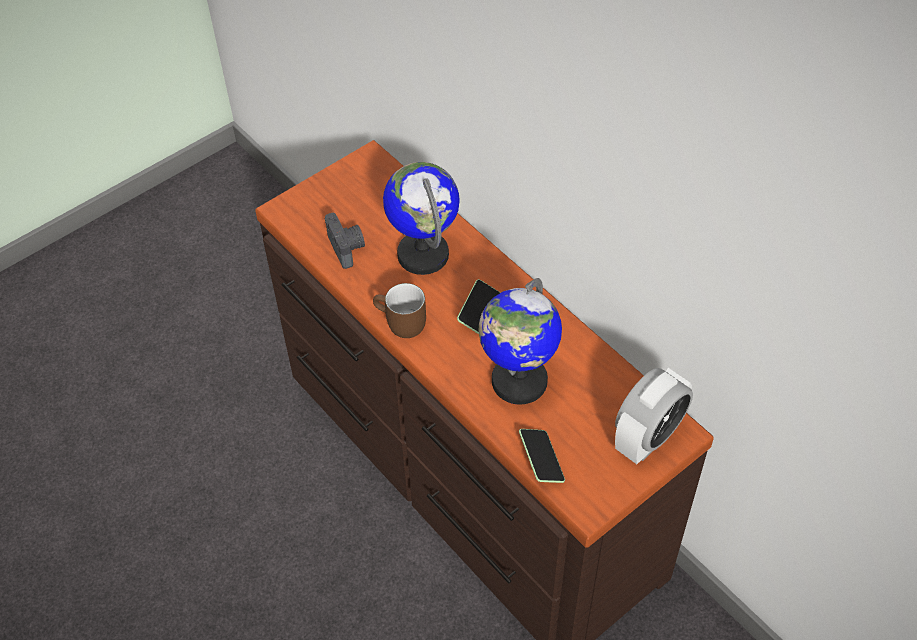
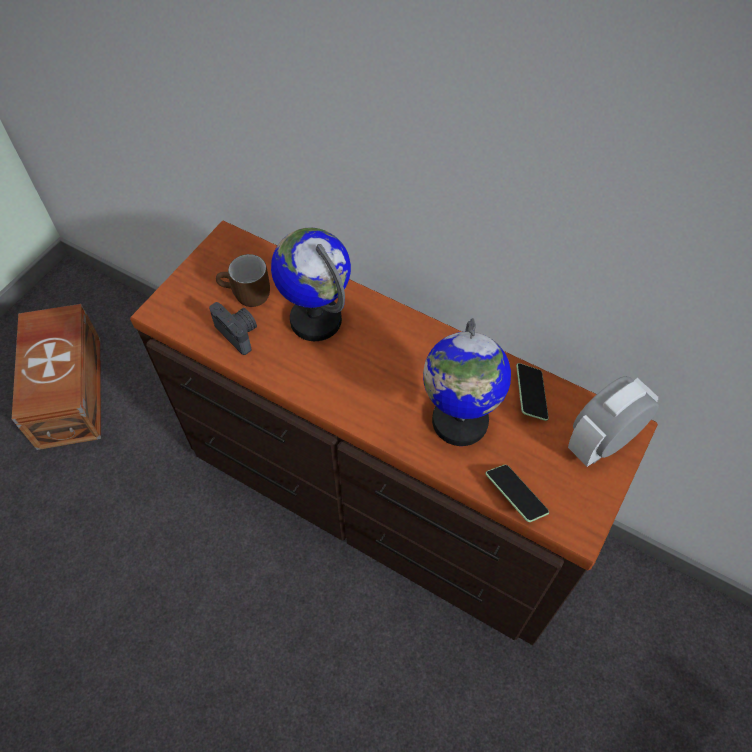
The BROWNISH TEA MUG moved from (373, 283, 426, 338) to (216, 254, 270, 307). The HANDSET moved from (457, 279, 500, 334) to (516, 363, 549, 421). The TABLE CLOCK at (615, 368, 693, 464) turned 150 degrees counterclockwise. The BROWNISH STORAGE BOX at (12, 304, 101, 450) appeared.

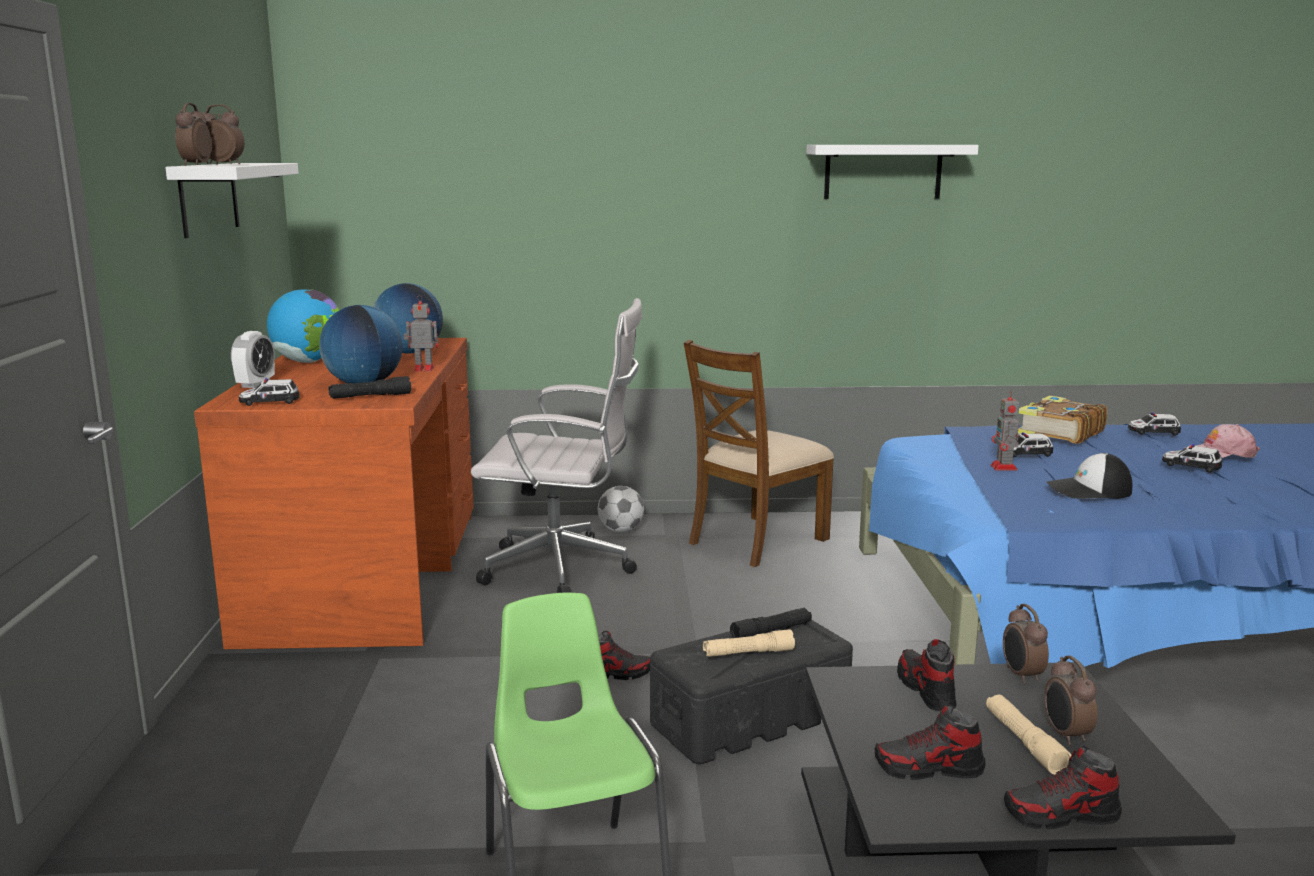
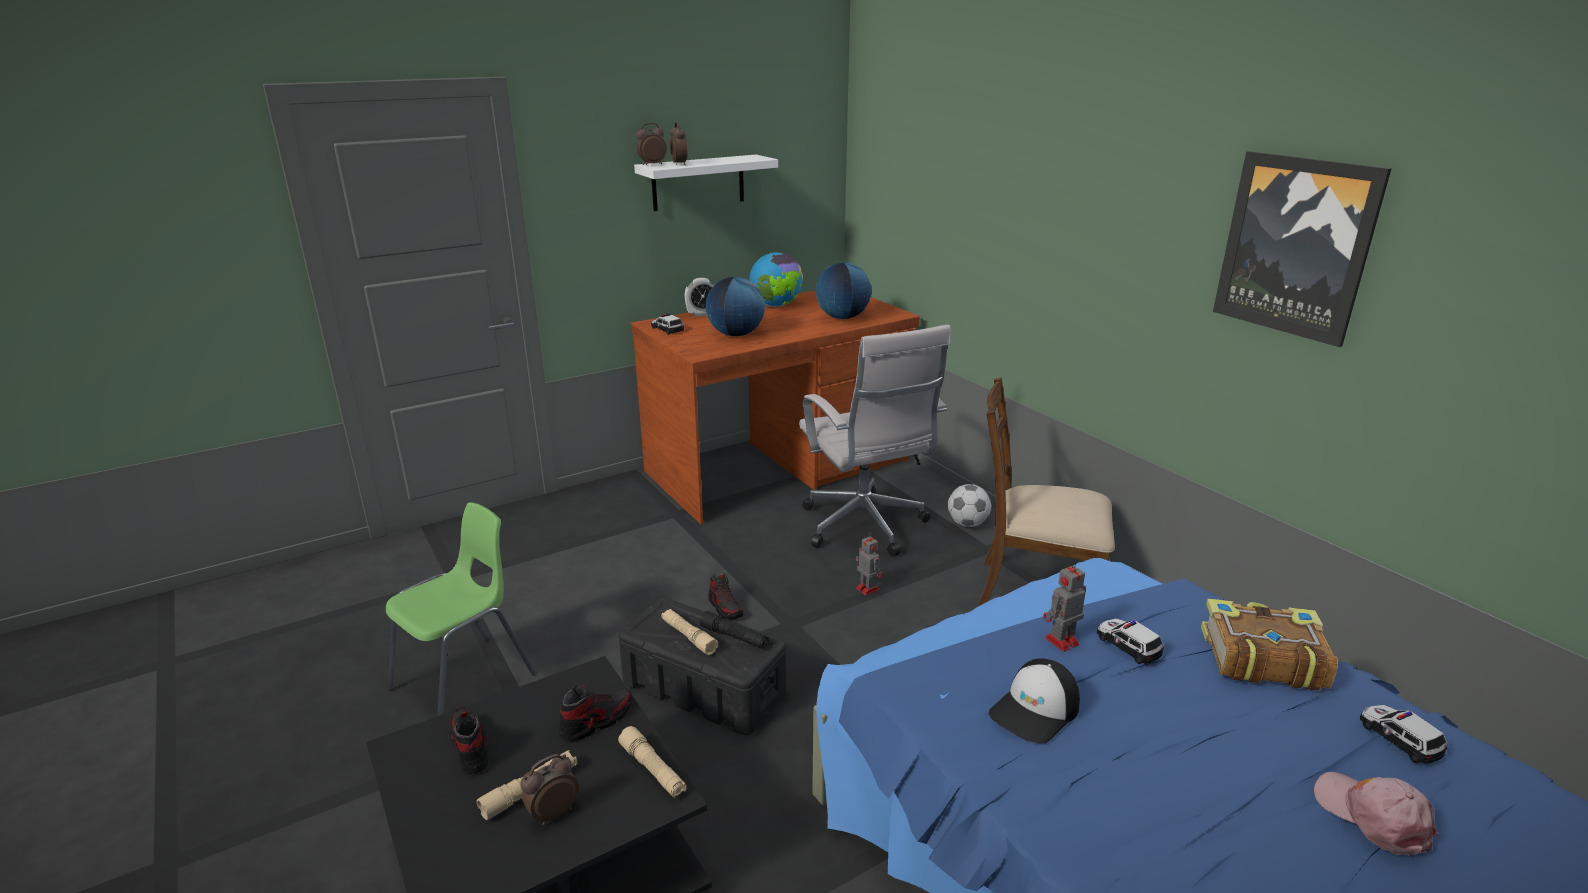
The BLACK-COLOURED TORCH at (328, 376, 411, 399) disappeared. The ROBOT FIGURE moved from (403, 295, 439, 372) to (856, 533, 883, 595). The WHITE BRACKET SHELF at (806, 145, 979, 199) was replaced by the WALL PICTURE at (1213, 151, 1392, 347). The TABLE CLOCK at (1003, 604, 1049, 684) was replaced by the BEIGE TORCH at (618, 726, 687, 798). The SHOE at (1004, 746, 1122, 830) disappeared. The BASEBALL CAP at (1047, 453, 1132, 499) turned 105 degrees counterclockwise. The MODEL CAR at (1162, 444, 1222, 473) disappeared.

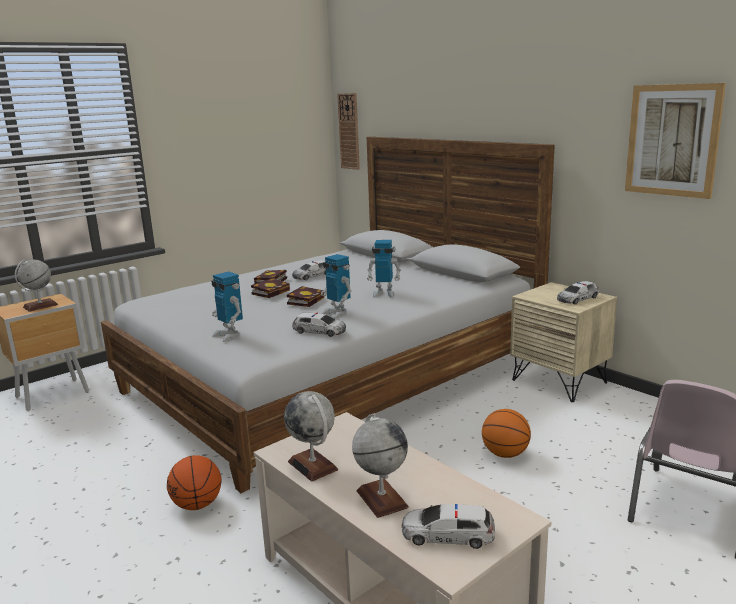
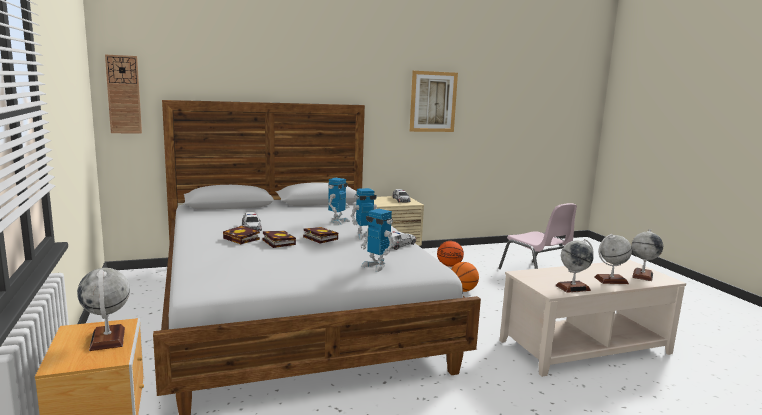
The BASKETBALL BALL moved from (167, 455, 222, 510) to (437, 241, 464, 267). The ROBOT FIGURE at (211, 271, 243, 342) turned 60 degrees clockwise. The MODEL CAR at (402, 504, 495, 549) was replaced by the WORLD GLOBE at (632, 229, 663, 281).

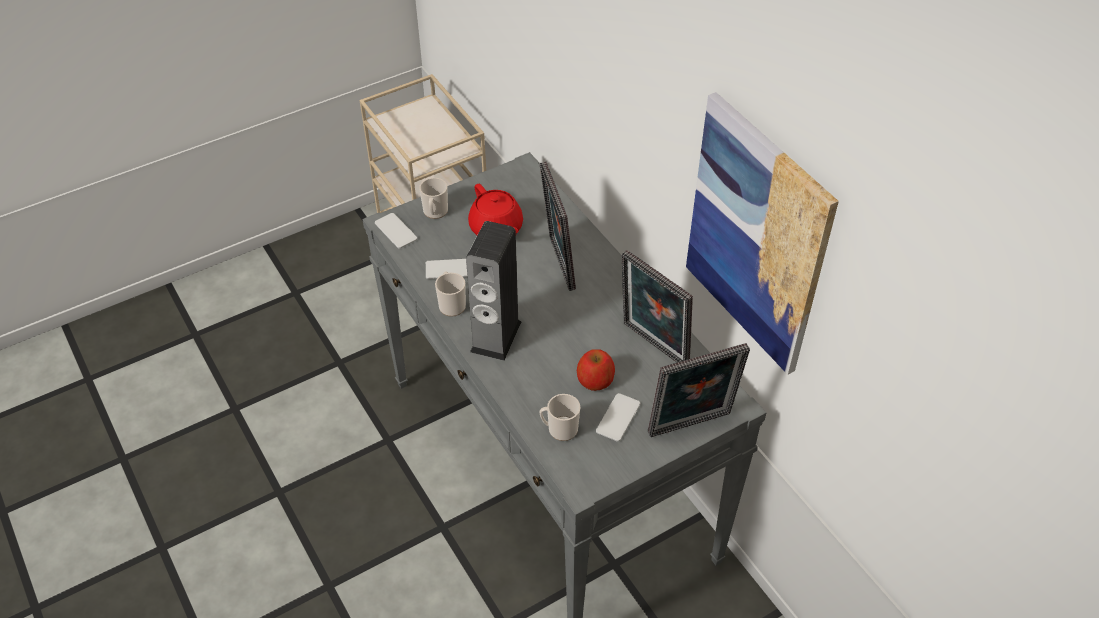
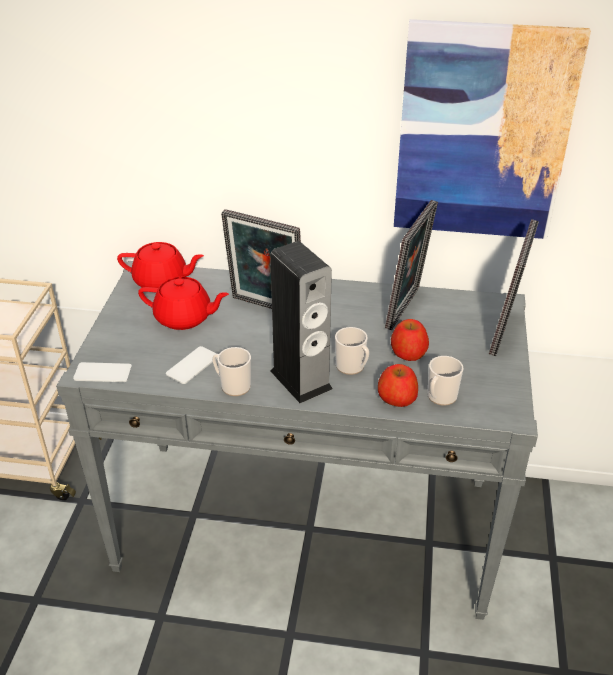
The TEA MUG moved from (419, 178, 448, 219) to (335, 327, 369, 375). The HANDSET at (596, 393, 640, 442) disappeared. The PHOTO FRAME at (622, 250, 693, 363) turned 60 degrees counterclockwise. The REDDISH TEAPOT at (117, 242, 204, 288) appeared. The WHOLE APPLE at (378, 364, 418, 407) appeared.

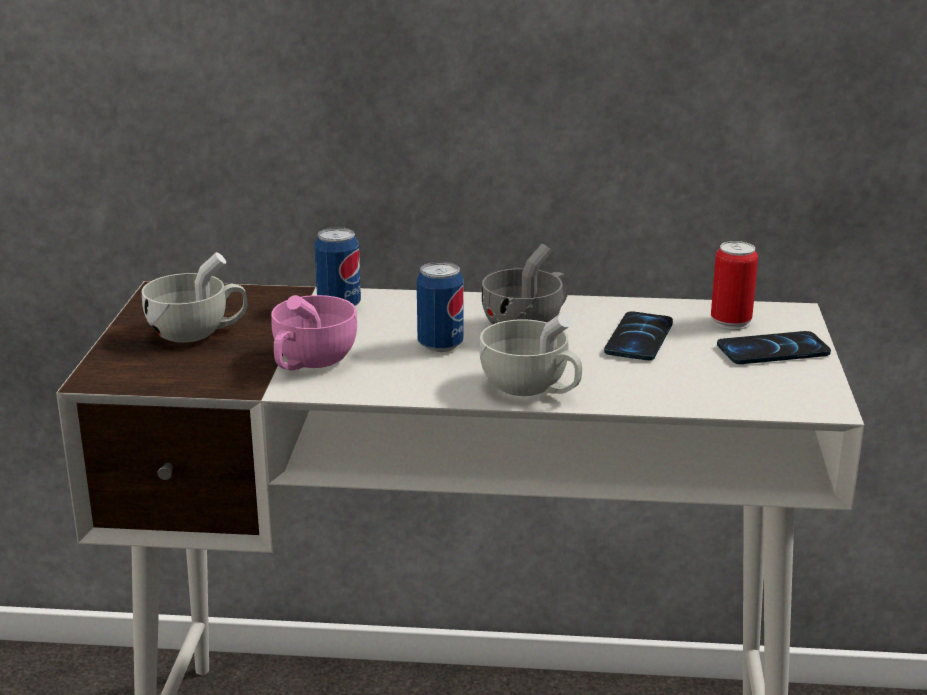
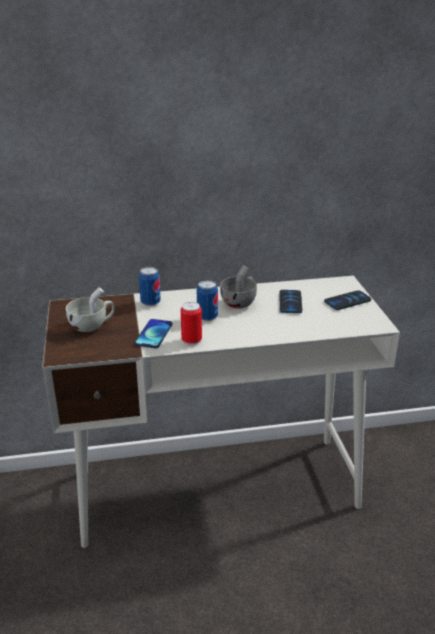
The PINKISH CUP at (271, 295, 357, 371) was replaced by the HANDSET at (135, 319, 172, 348). The WHITE CUP at (479, 312, 582, 396) disappeared. The CAN moved from (711, 241, 758, 330) to (181, 302, 202, 346).

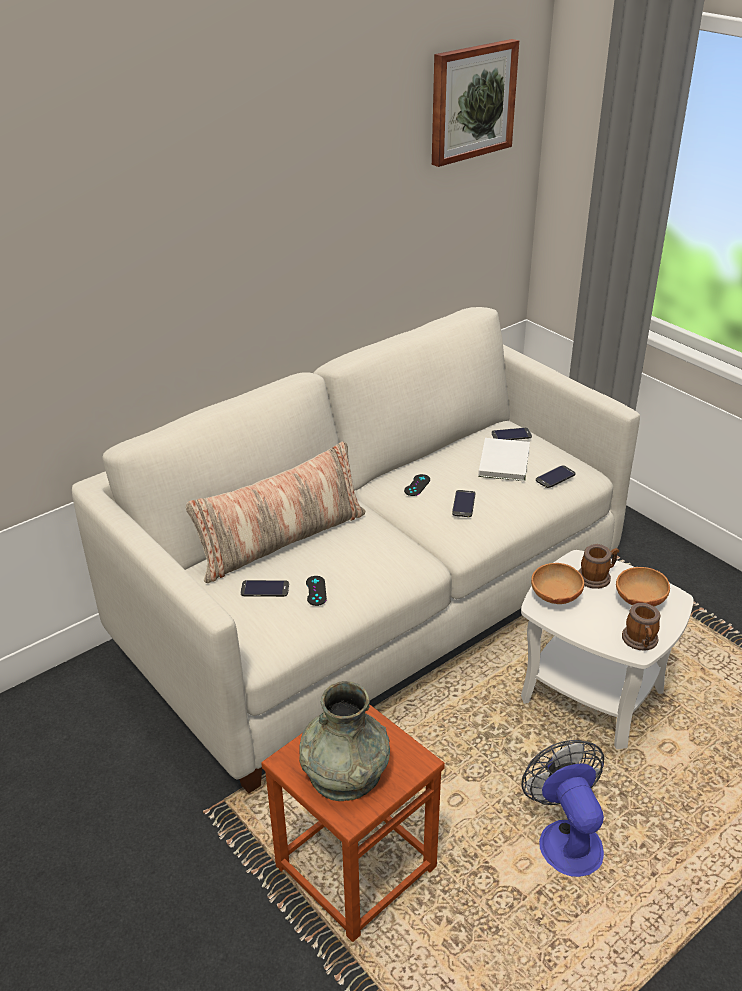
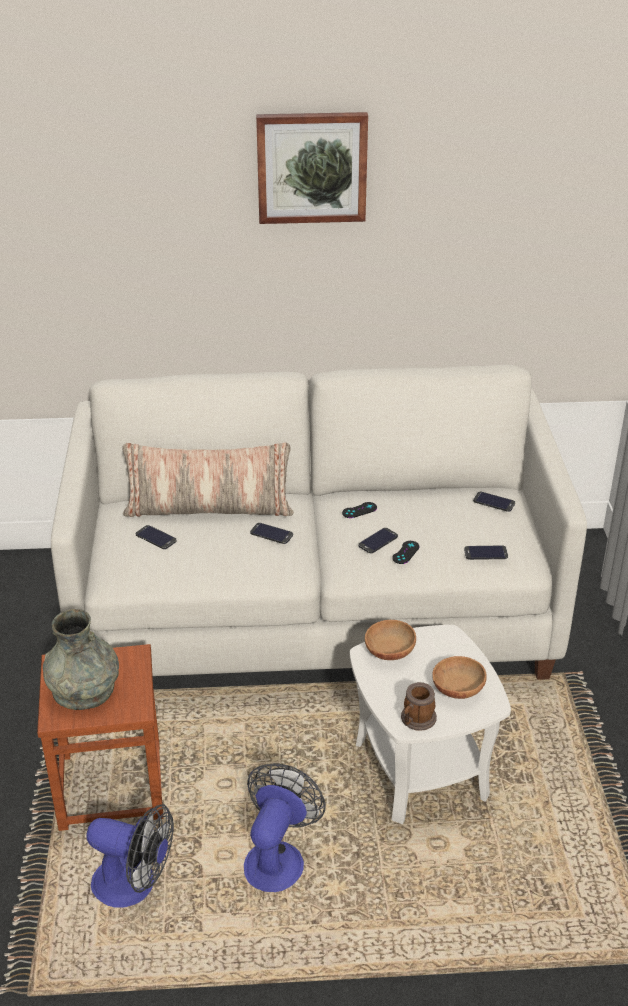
The BLACK-COLOURED GAME CONTROLLER moved from (306, 576, 327, 606) to (392, 541, 419, 564). The WALL PICTURE moved from (432, 39, 519, 167) to (256, 112, 368, 224). The WHITE BOUND BOOK at (478, 438, 530, 482) disappeared. The TEA MUG at (579, 544, 619, 589) disappeared. The COOLING FAN at (86, 804, 174, 908) appeared. The HANDSET at (250, 523, 293, 544) appeared.

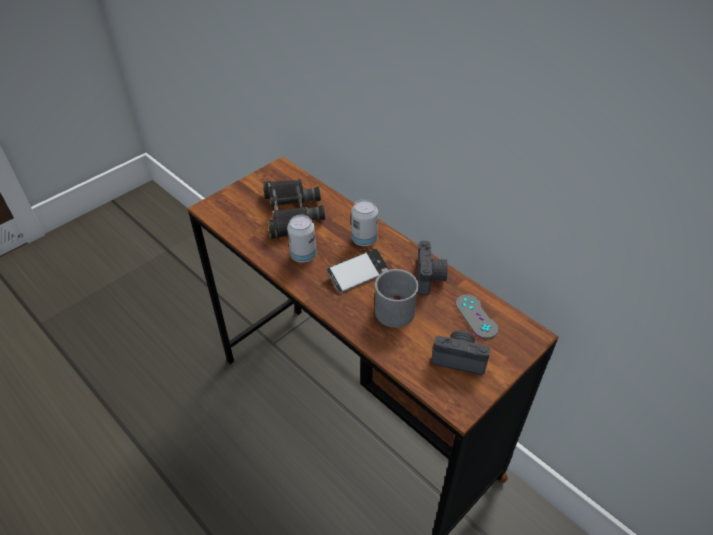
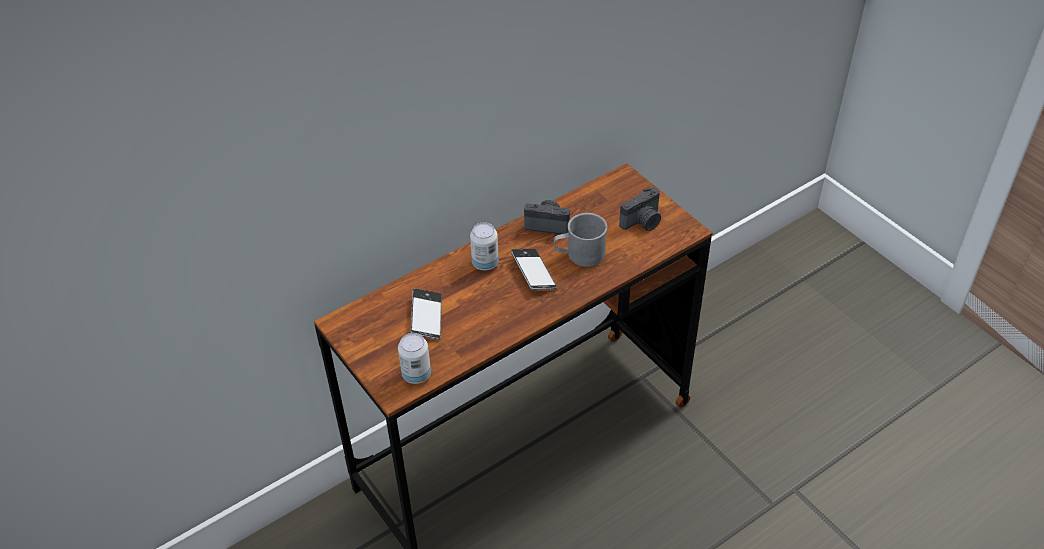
The BLACK-COLOURED BINOCULARS at (263, 179, 325, 239) was replaced by the HANDSET at (410, 288, 442, 340). The CAN moved from (287, 215, 316, 263) to (398, 333, 431, 384). The PHOTO CAMERA at (431, 330, 490, 375) turned 150 degrees counterclockwise. The GREYISH GAME CONTROLLER at (456, 294, 498, 339) disappeared.

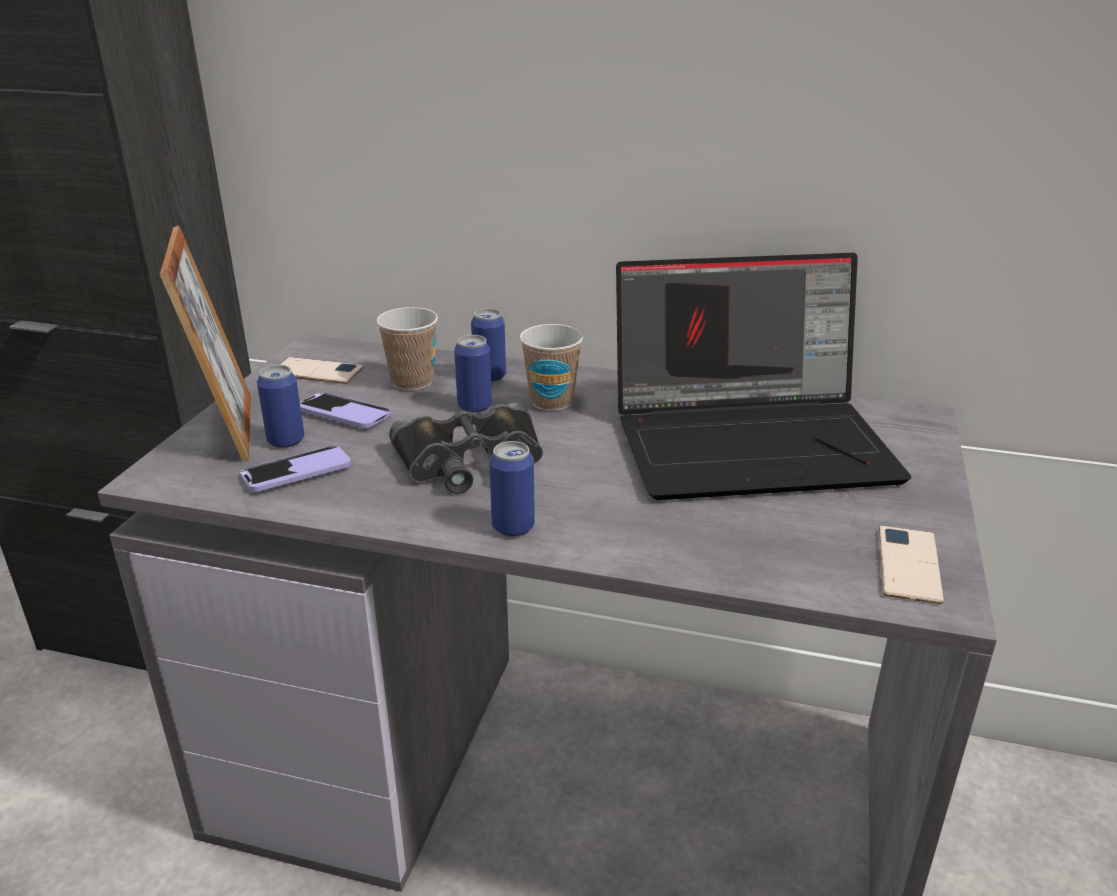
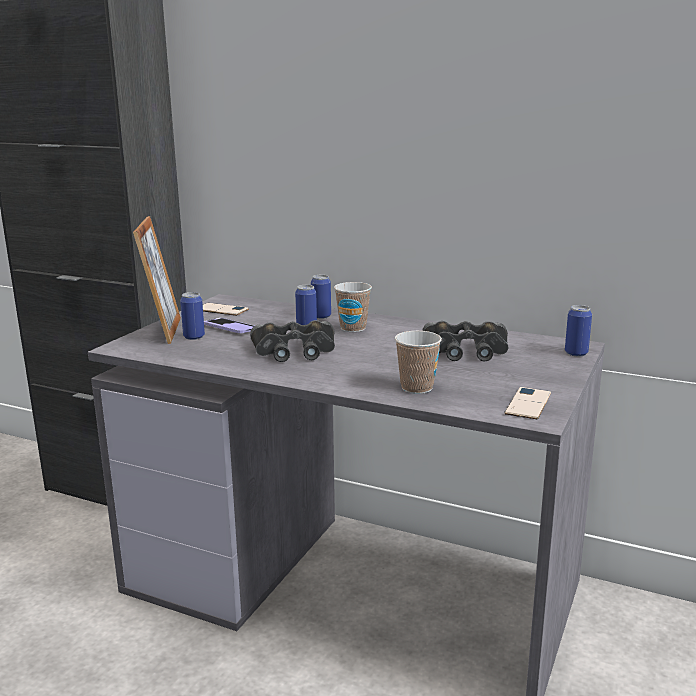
The HANDSET at (240, 446, 351, 492) disappeared. The CUP moved from (377, 307, 438, 391) to (395, 331, 442, 394). The CAN moved from (489, 441, 535, 537) to (565, 305, 592, 356). The LAPTOP at (616, 253, 911, 500) was replaced by the BLACK-COLOURED BINOCULARS at (422, 321, 508, 361).

